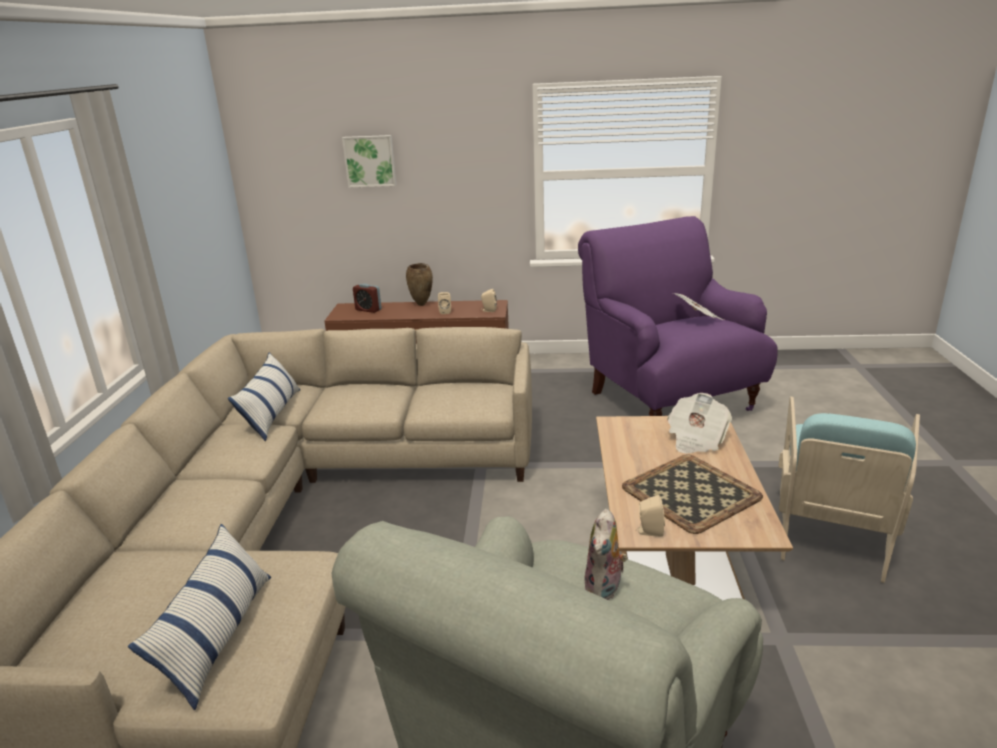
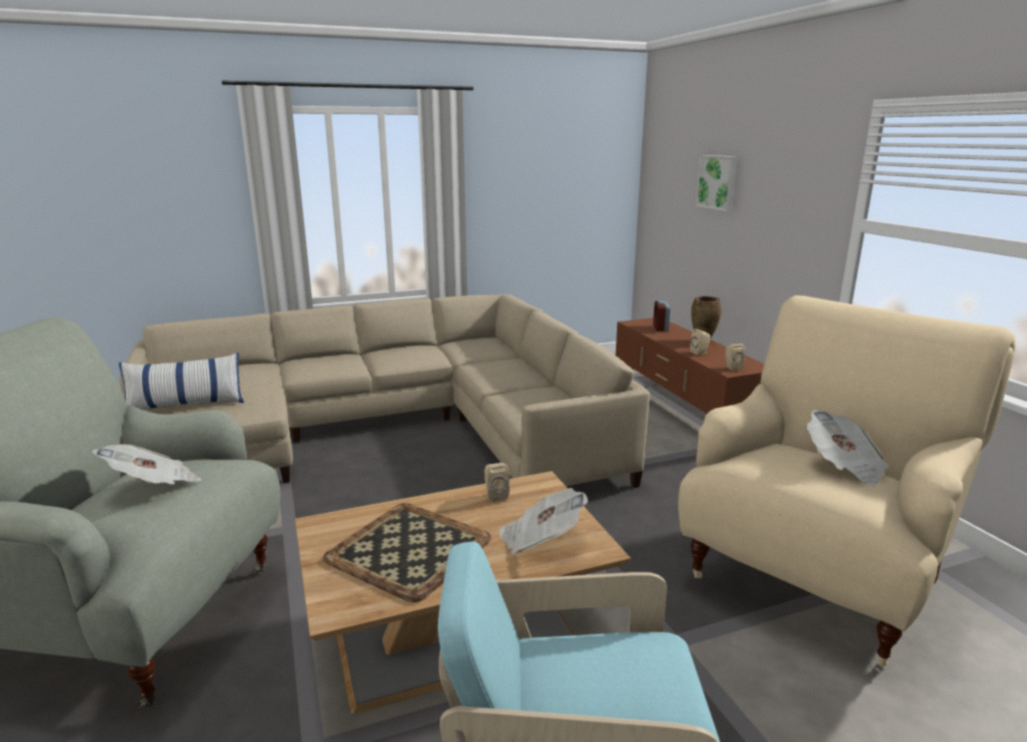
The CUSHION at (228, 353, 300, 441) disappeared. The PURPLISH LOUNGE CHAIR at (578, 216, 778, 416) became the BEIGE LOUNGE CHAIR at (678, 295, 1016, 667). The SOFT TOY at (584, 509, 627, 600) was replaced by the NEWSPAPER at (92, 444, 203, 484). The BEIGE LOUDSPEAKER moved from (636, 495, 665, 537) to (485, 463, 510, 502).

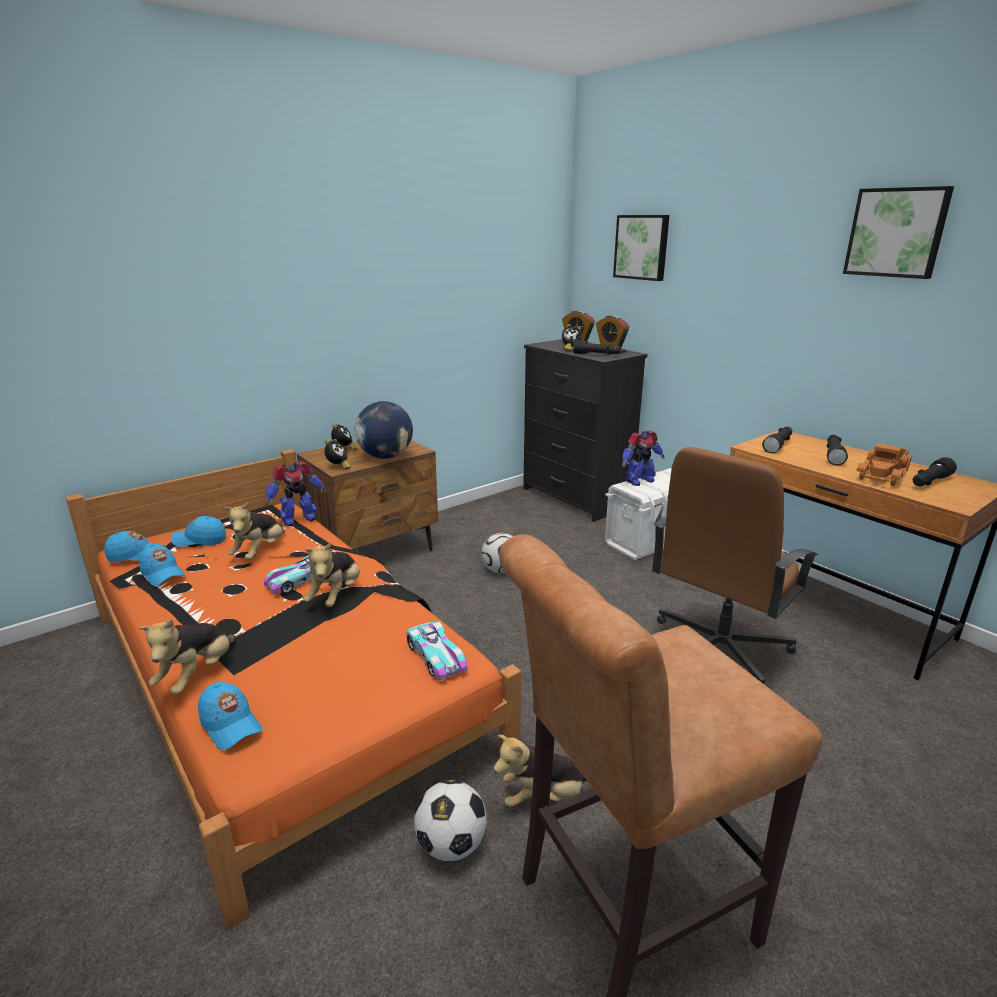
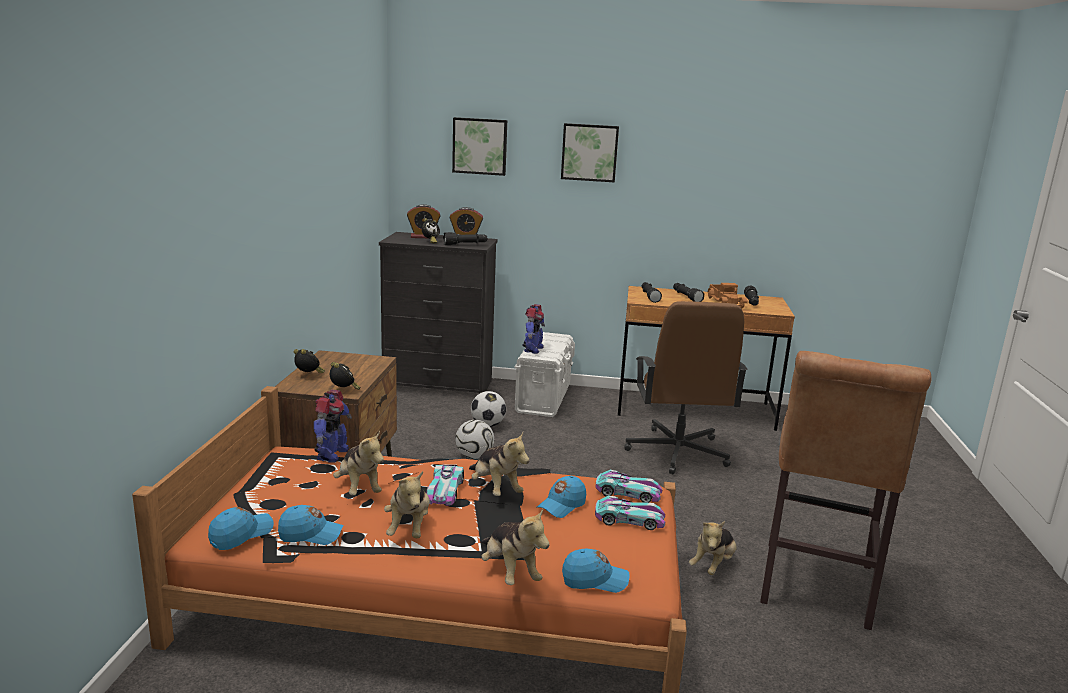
The BLUE BASEBALL CAP moved from (171, 516, 226, 547) to (537, 476, 586, 518). The WORLD GLOBE at (355, 401, 413, 459) disappeared. The FOOTBALL BALL moved from (414, 780, 487, 862) to (471, 391, 506, 427). The WALL PICTURE moved from (843, 186, 954, 279) to (561, 123, 619, 182). The SOFT TOY at (384, 471, 430, 538) appeared. The MODEL CAR at (595, 495, 665, 530) appeared.

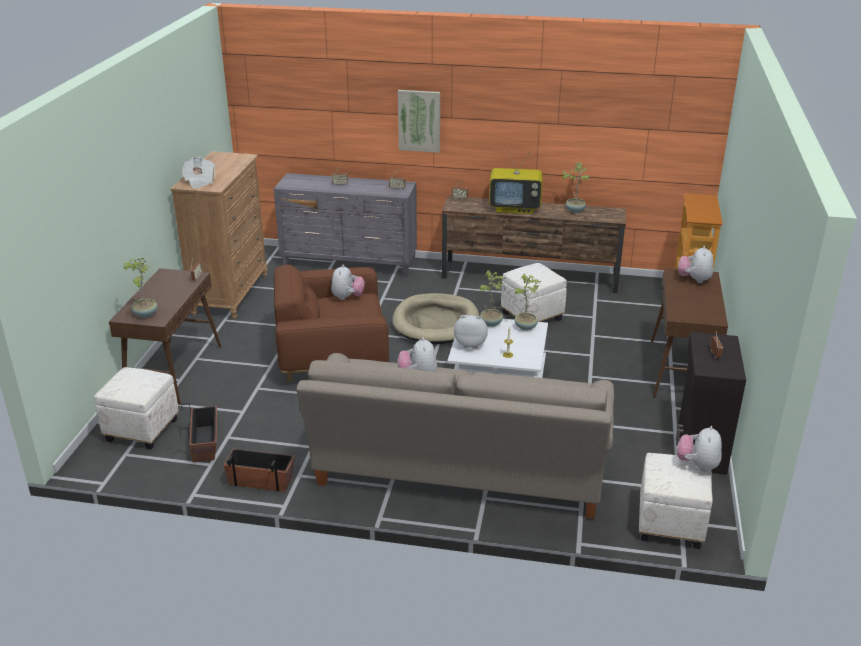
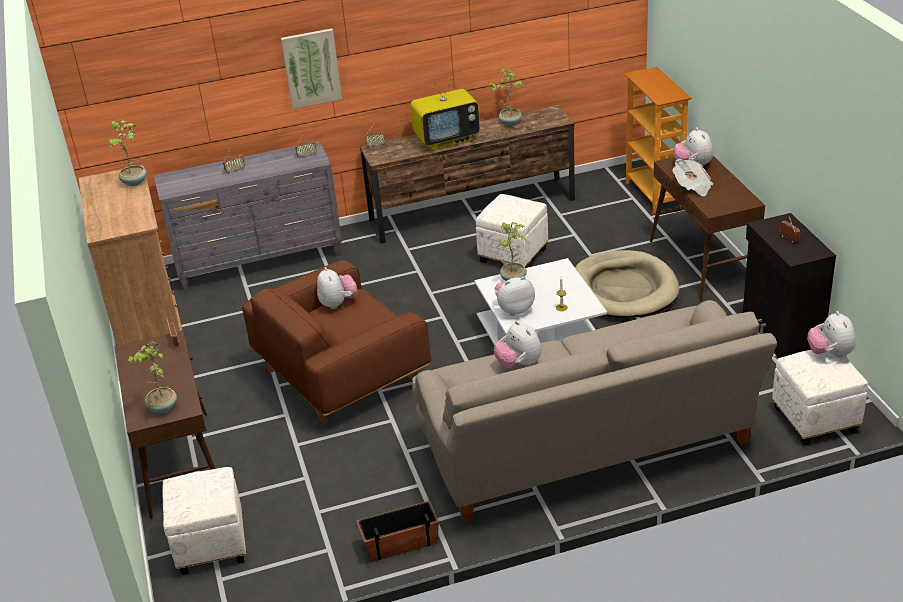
The PLANTER at (180, 403, 217, 463) disappeared. The NEWSPAPER moved from (181, 157, 215, 189) to (672, 159, 713, 196). The BEIGE DOG BED moved from (392, 293, 479, 344) to (575, 250, 679, 318). The HOUSEPLANT moved from (514, 274, 541, 331) to (109, 120, 147, 186).

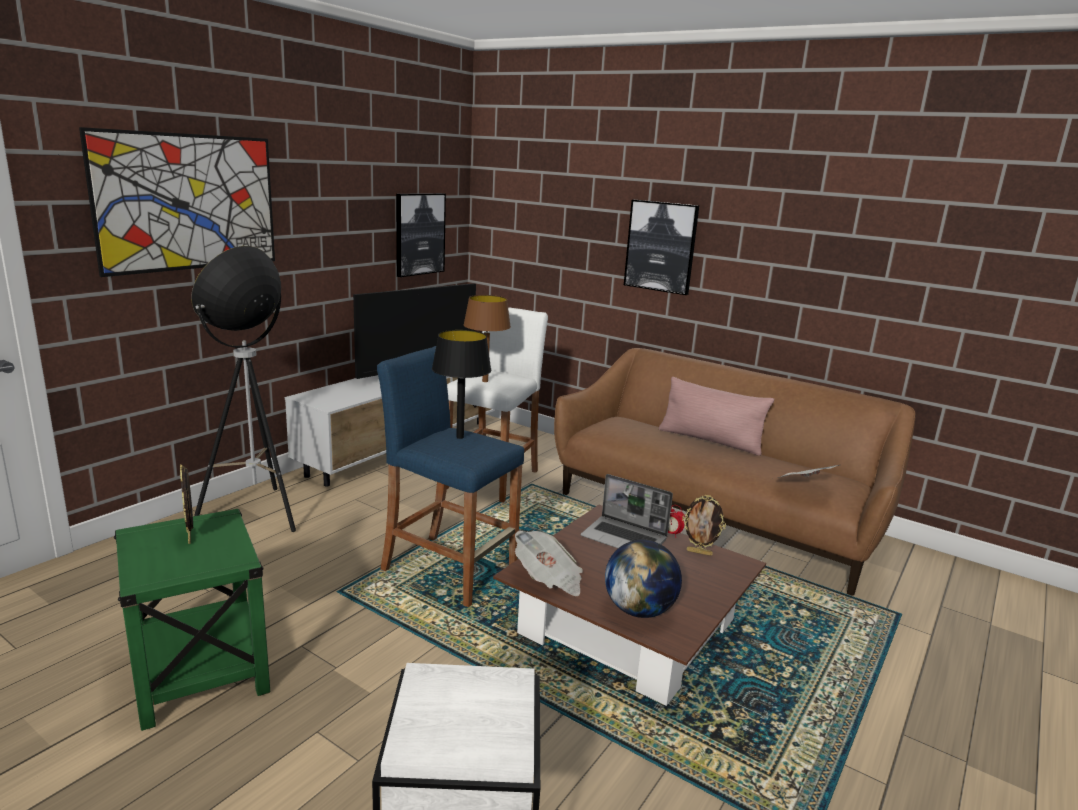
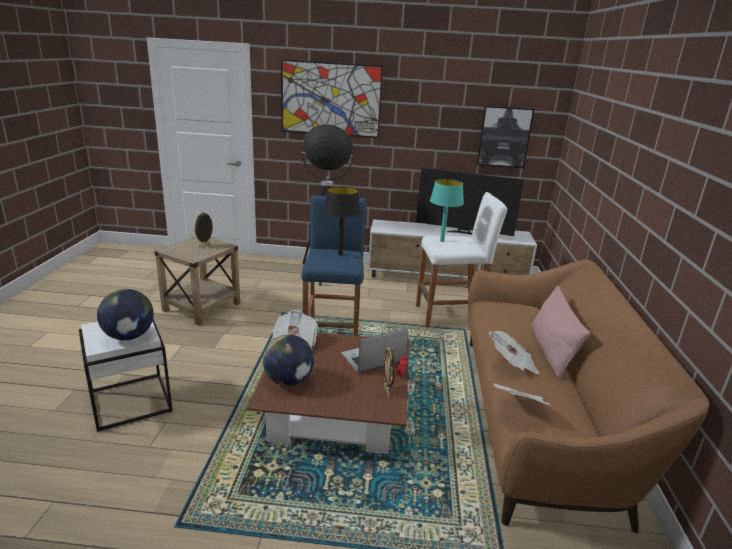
The GREENISH ACCENT TABLE at (114, 509, 270, 731) became the BEIGE ACCENT TABLE at (154, 236, 240, 325). The BROWNISH TABLETOP LAMP at (463, 295, 511, 382) became the BLUE-GREEN TABLETOP LAMP at (430, 179, 464, 242). The LAPTOP at (581, 474, 673, 548) turned 60 degrees clockwise. The WALL PICTURE at (624, 200, 699, 295) disappeared. The WORLD GLOBE at (97, 289, 154, 340) appeared. The NEWSPAPER at (489, 331, 540, 374) appeared.

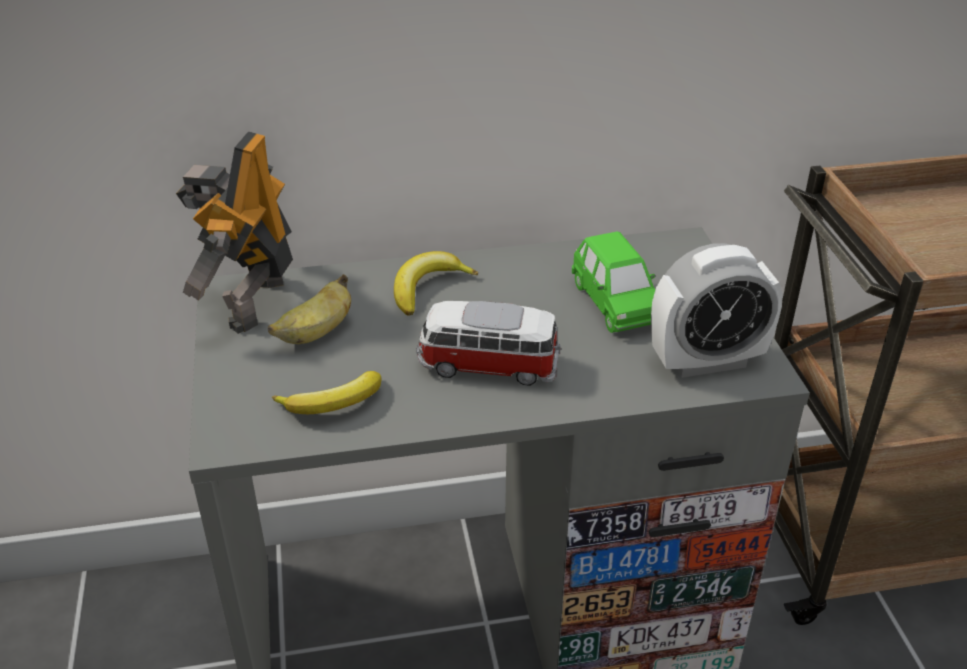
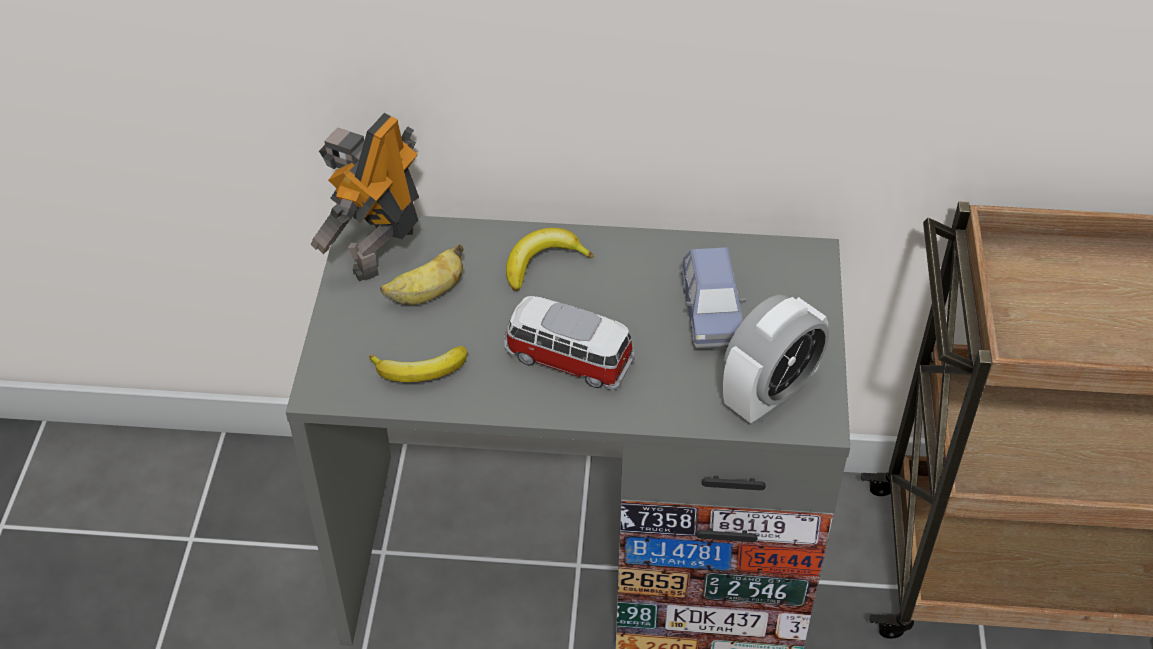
The GREENISH MODEL CAR at (572, 231, 655, 333) became the BLUE MODEL CAR at (681, 247, 746, 349). The TABLE CLOCK at (651, 243, 783, 378) turned 45 degrees counterclockwise.

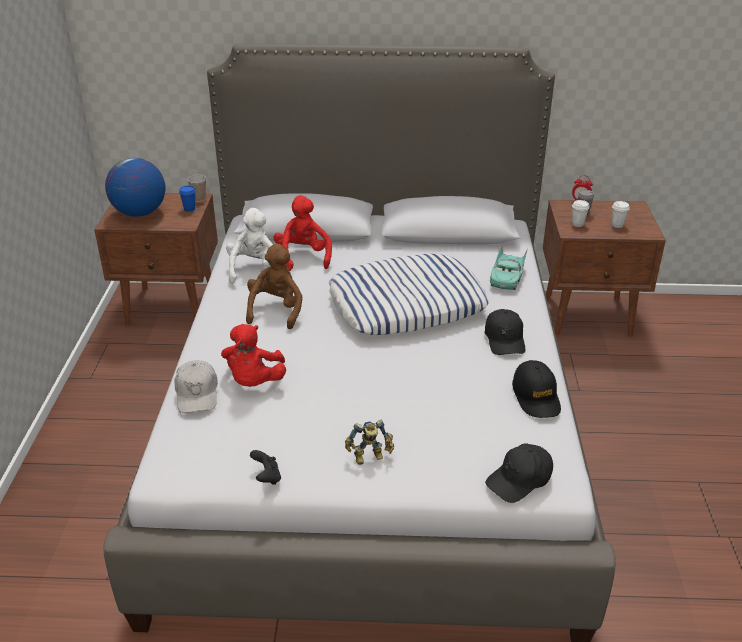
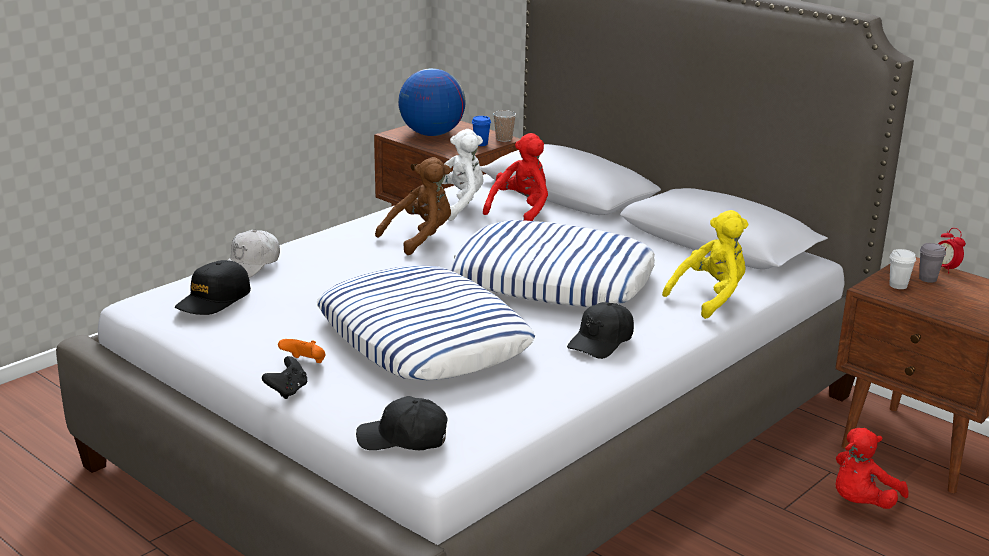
The REDDISH SOFT TOY moved from (221, 324, 286, 387) to (836, 428, 908, 509). The BLACK-COLOURED GAME CONTROLLER moved from (250, 450, 281, 485) to (262, 356, 307, 399). The ROBOT FIGURE at (345, 420, 394, 465) was replaced by the ORANGEY GAME CONTROLLER at (278, 339, 326, 363). The BLUE-GREEN MODEL CAR at (490, 246, 528, 290) was replaced by the YELLOW SOFT TOY at (662, 210, 749, 319). The BLACK-COLOURED BASEBALL CAP moved from (512, 360, 561, 418) to (175, 260, 251, 315). The WHITE CUP at (612, 201, 630, 228) disappeared. The CUSHION at (316, 265, 535, 380) appeared.

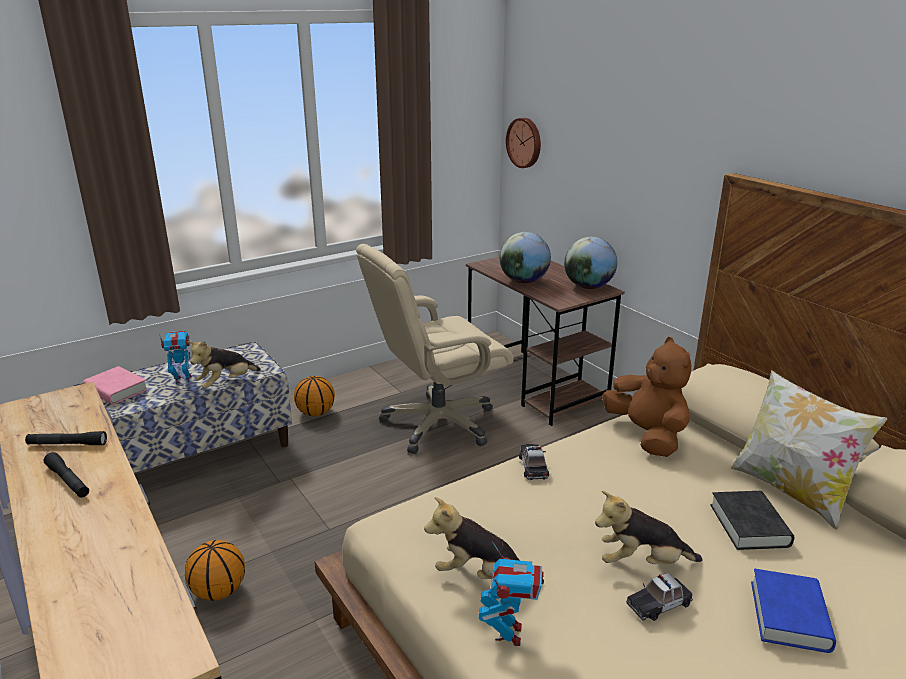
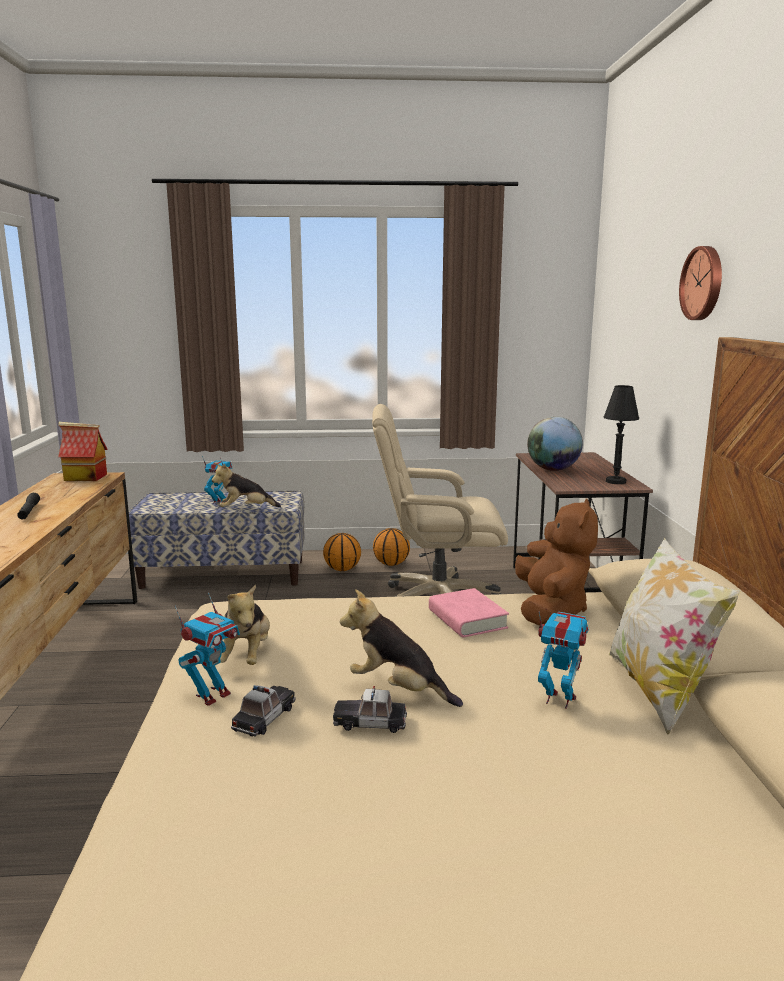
The BLACK-COLOURED TORCH at (25, 431, 107, 445) disappeared. The PINKISH BOUND BOOK moved from (83, 366, 148, 405) to (429, 588, 509, 637). The BASKETBALL BALL moved from (185, 540, 245, 601) to (373, 528, 410, 566). The SOFT TOY at (424, 497, 544, 584) turned 135 degrees counterclockwise. The CLOCK ON THE WALL moved from (506, 118, 541, 168) to (679, 246, 722, 320). The MODEL CAR moved from (519, 444, 549, 480) to (231, 685, 296, 737). The WORLD GLOBE at (564, 237, 617, 289) was replaced by the BLACK-COLOURED TABLETOP LAMP at (604, 385, 639, 484). The BLACK-COLOURED BOUND BOOK at (710, 491, 795, 550) was replaced by the ROBOT FIGURE at (538, 611, 589, 709). The BLUE BOUND BOOK at (751, 569, 836, 653) disappeared. The TOY HOUSE at (58, 422, 108, 481) appeared.

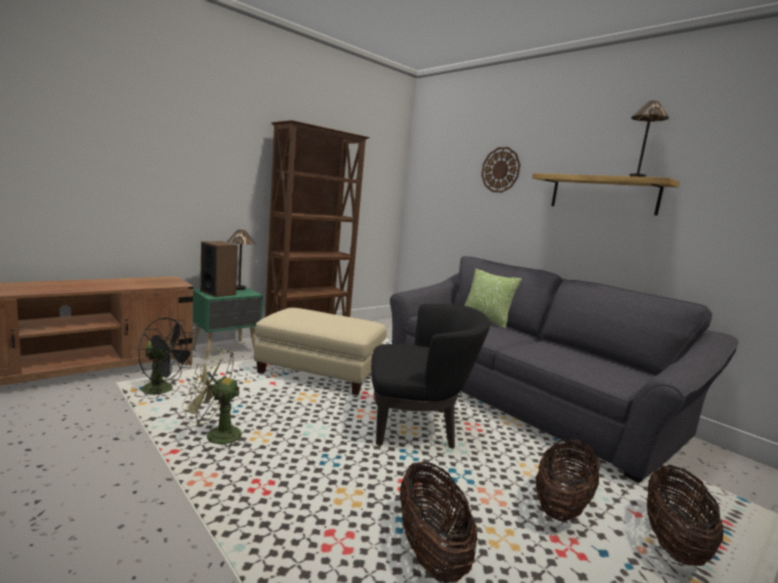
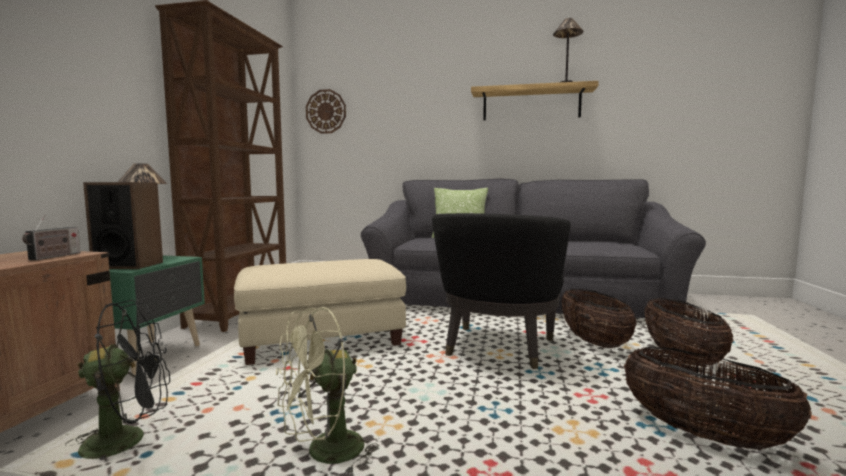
The BLACK-COLOURED LOUNGE CHAIR at (371, 304, 490, 449) turned 150 degrees clockwise. The CLOCK ON THE WALL moved from (481, 147, 520, 193) to (306, 89, 346, 134). The HOUSEHOLD BASKET moved from (647, 464, 724, 566) to (562, 289, 637, 348). The RADIO RECEIVER at (22, 214, 81, 260) appeared.

